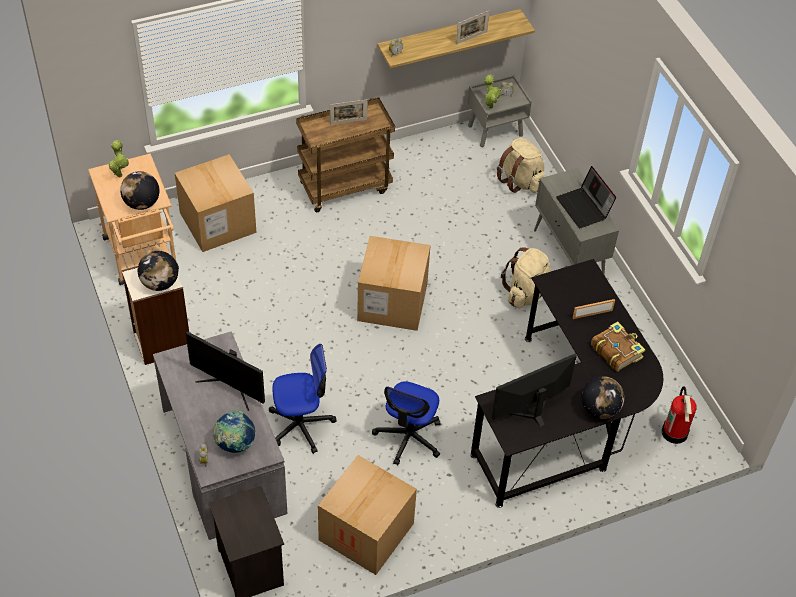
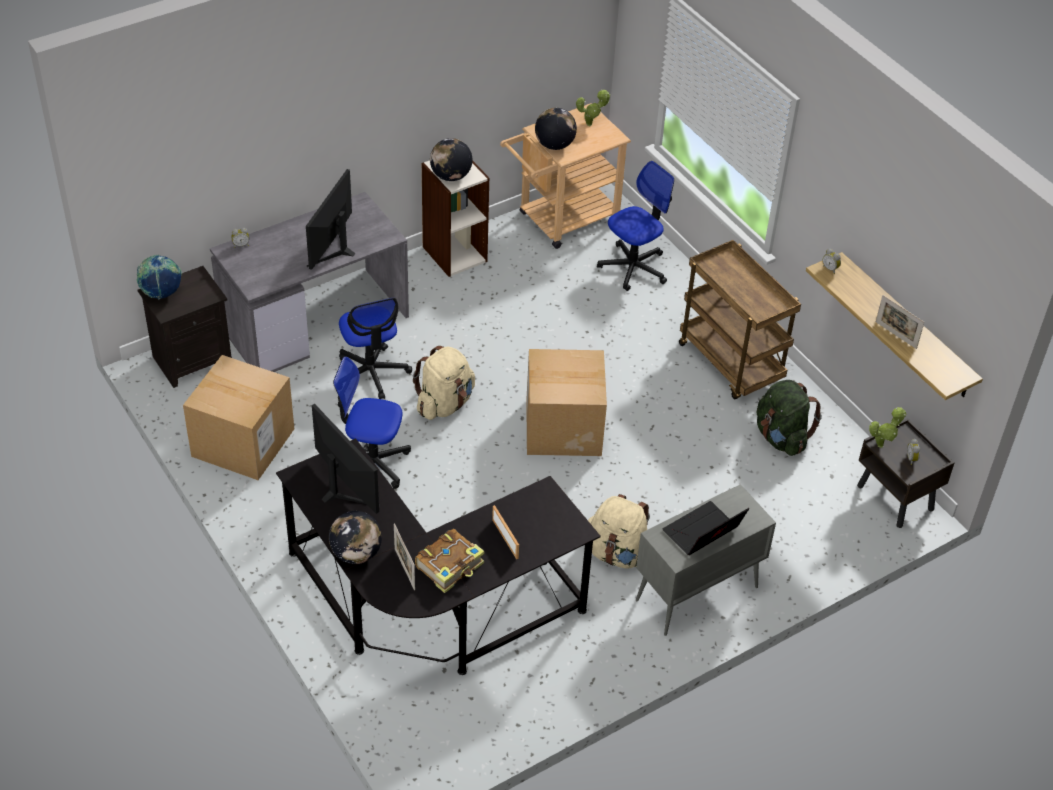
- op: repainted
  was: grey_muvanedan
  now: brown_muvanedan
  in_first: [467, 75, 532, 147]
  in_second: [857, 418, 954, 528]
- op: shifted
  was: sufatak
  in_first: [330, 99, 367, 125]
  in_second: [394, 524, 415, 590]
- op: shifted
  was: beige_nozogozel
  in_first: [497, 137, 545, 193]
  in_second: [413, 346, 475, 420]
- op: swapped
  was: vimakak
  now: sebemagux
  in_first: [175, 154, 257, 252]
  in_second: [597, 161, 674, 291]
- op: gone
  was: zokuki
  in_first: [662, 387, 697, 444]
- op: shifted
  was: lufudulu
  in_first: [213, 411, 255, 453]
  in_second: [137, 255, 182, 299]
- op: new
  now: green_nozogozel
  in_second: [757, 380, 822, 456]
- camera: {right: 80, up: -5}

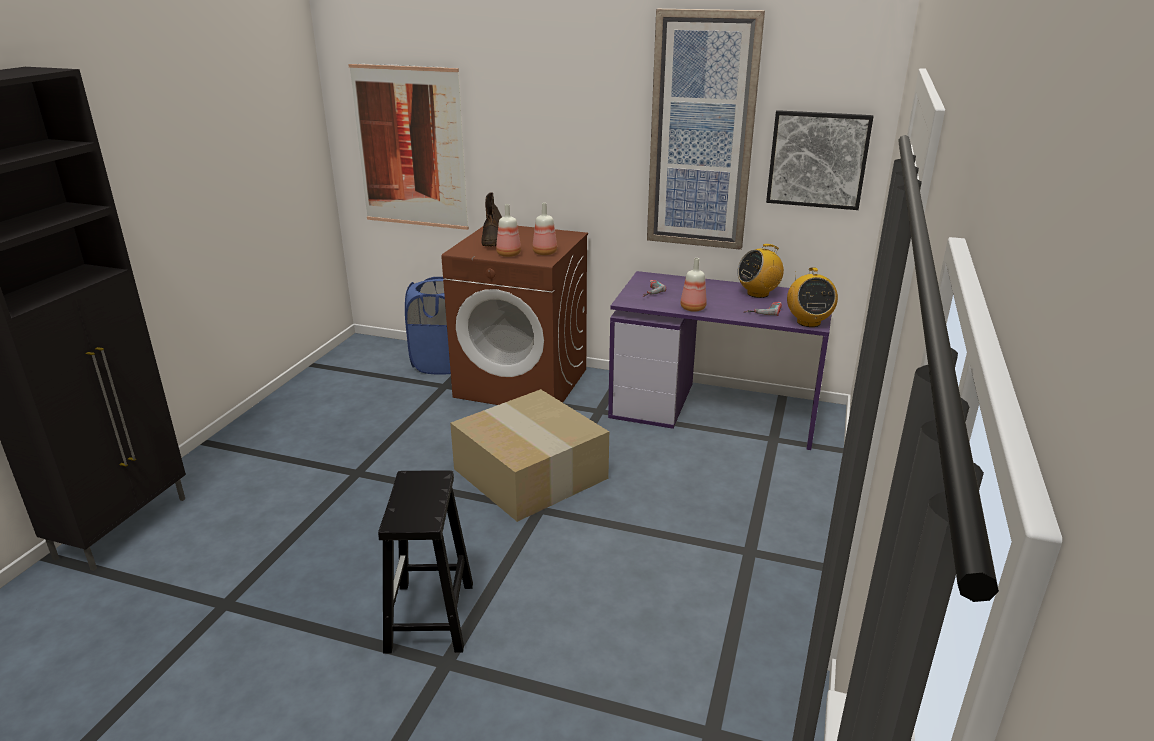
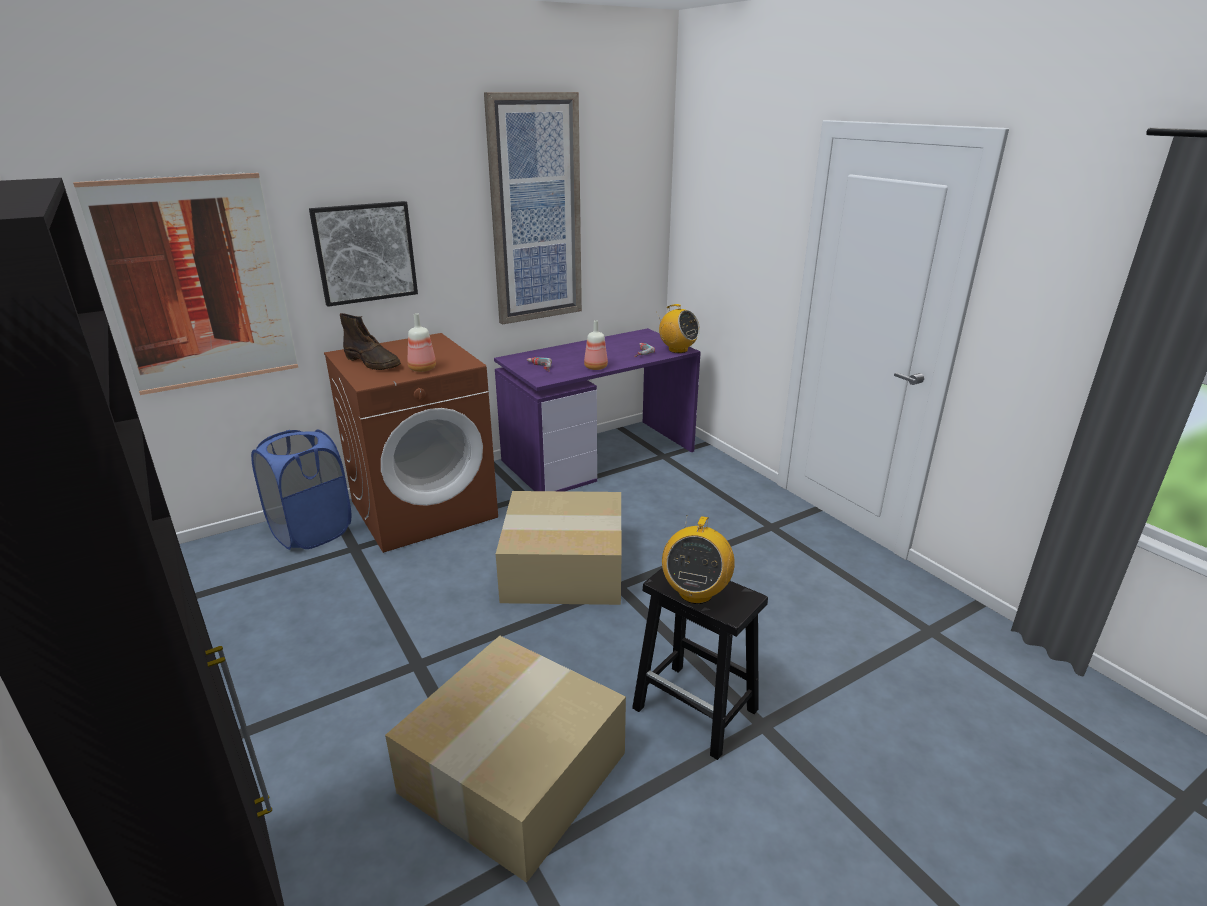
- op: shifted
  was: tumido
  in_first: [766, 110, 874, 210]
  in_second: [309, 201, 418, 307]
- op: gone
  was: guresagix
  in_first: [532, 203, 557, 255]
- op: shifted
  was: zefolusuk
  in_first: [737, 244, 784, 298]
  in_second: [662, 515, 735, 604]
- op: new
  now: vimakak
  in_second: [385, 636, 626, 883]
- camera: {right: -50, up: 0}

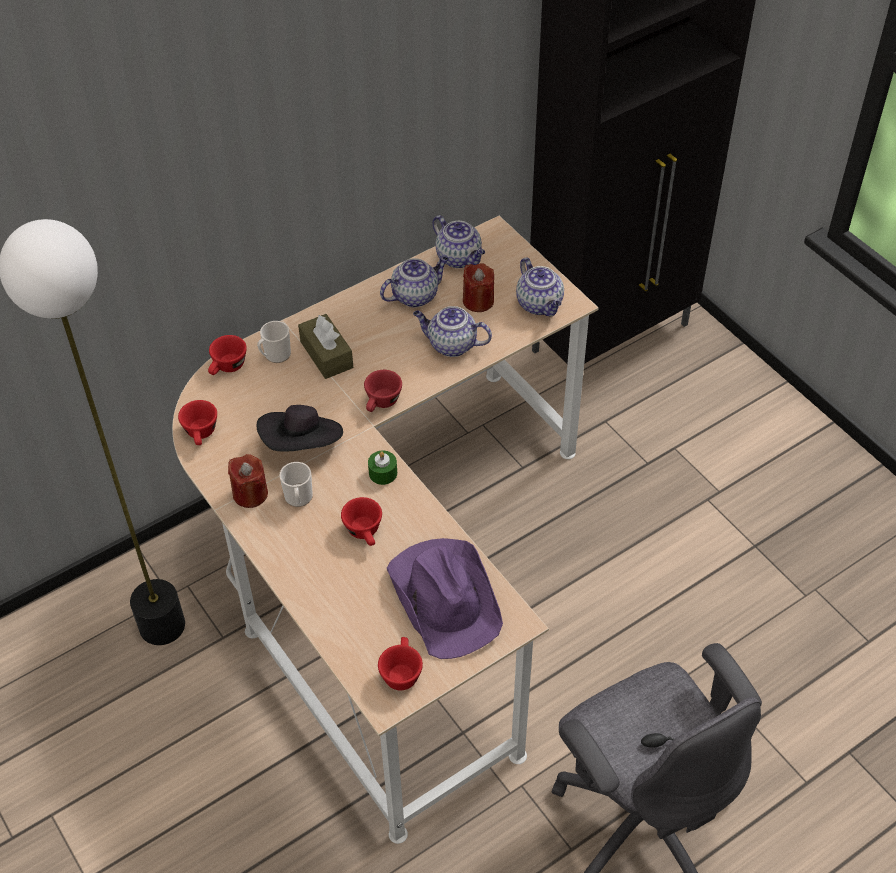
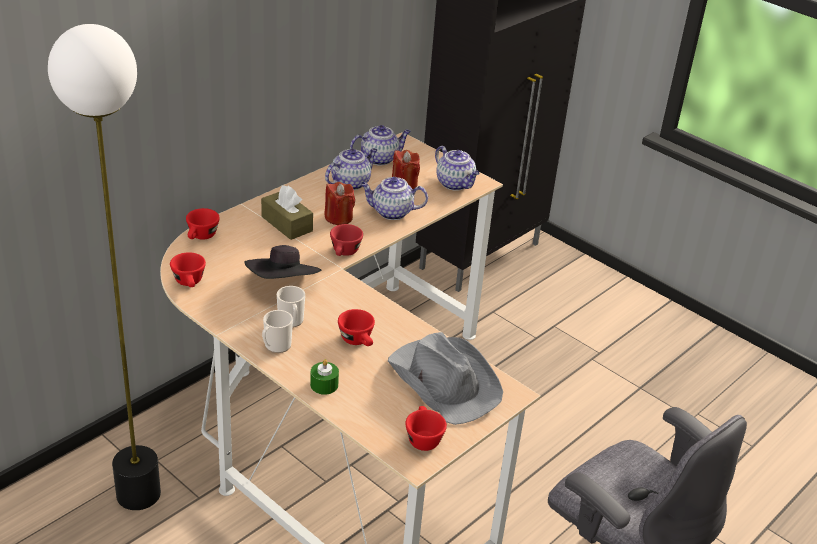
- op: rotated
  was: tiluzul
  in_first: [433, 215, 485, 268]
  in_second: [350, 125, 411, 166]
  clockwise: -60
- op: shifted
  was: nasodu
  in_first: [257, 321, 291, 363]
  in_second: [262, 310, 293, 353]
- op: shifted
  was: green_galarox
  in_first: [368, 451, 397, 485]
  in_second: [310, 359, 339, 395]
- op: shifted
  was: red_galarox
  in_first: [228, 454, 268, 508]
  in_second: [324, 182, 355, 225]
- op: repainted
  was: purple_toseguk
  now: grey_toseguk
  in_first: [387, 538, 503, 659]
  in_second: [388, 332, 503, 425]
- camera: {right: -15, up: -15}

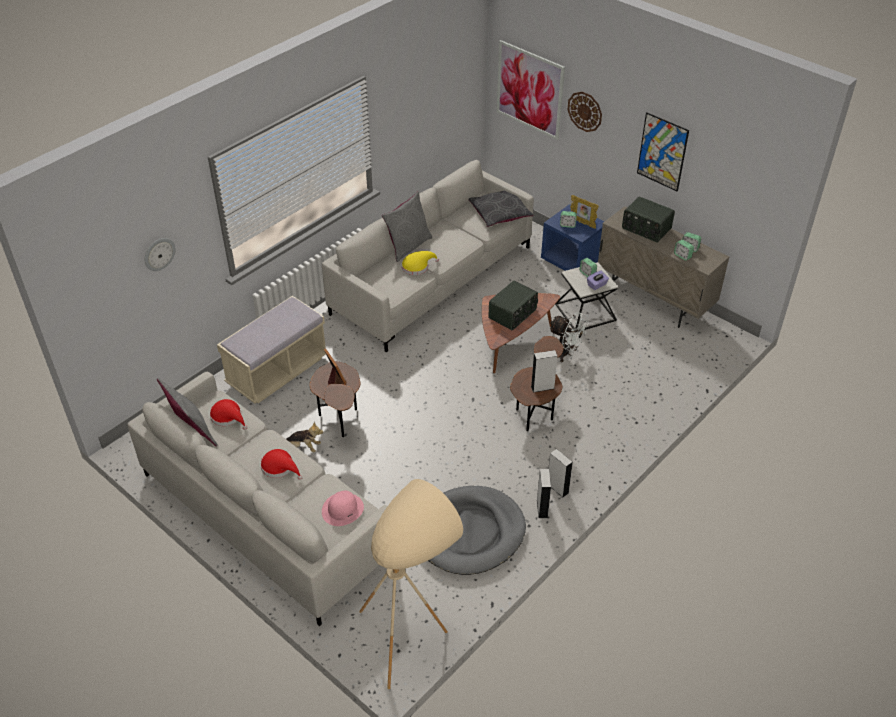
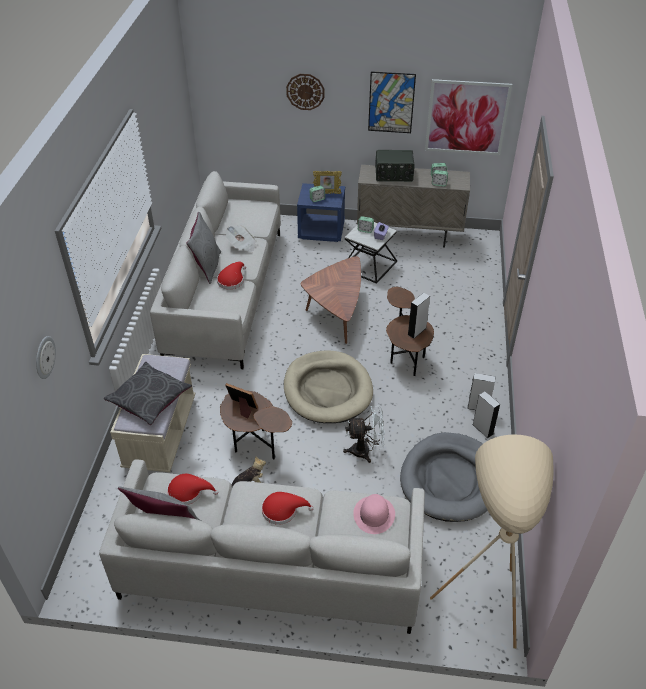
- op: shifted
  was: tumido
  in_first: [497, 40, 565, 140]
  in_second: [425, 79, 512, 155]
- op: shifted
  was: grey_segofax
  in_first: [468, 191, 534, 227]
  in_second: [104, 362, 192, 425]
- op: repainted
  was: yellow_toseguk
  now: red_toseguk
  in_first: [402, 251, 439, 275]
  in_second: [217, 262, 246, 289]
- op: gone
  was: zefolusuk
  in_first: [488, 280, 538, 330]
- op: shifted
  was: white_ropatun
  in_first: [549, 312, 589, 362]
  in_second: [343, 406, 385, 463]
- op: new
  now: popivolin
  in_second: [226, 225, 257, 253]
- op: new
  now: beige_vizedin
  in_second: [284, 350, 373, 423]
- camera: {right: -35, up: 0}

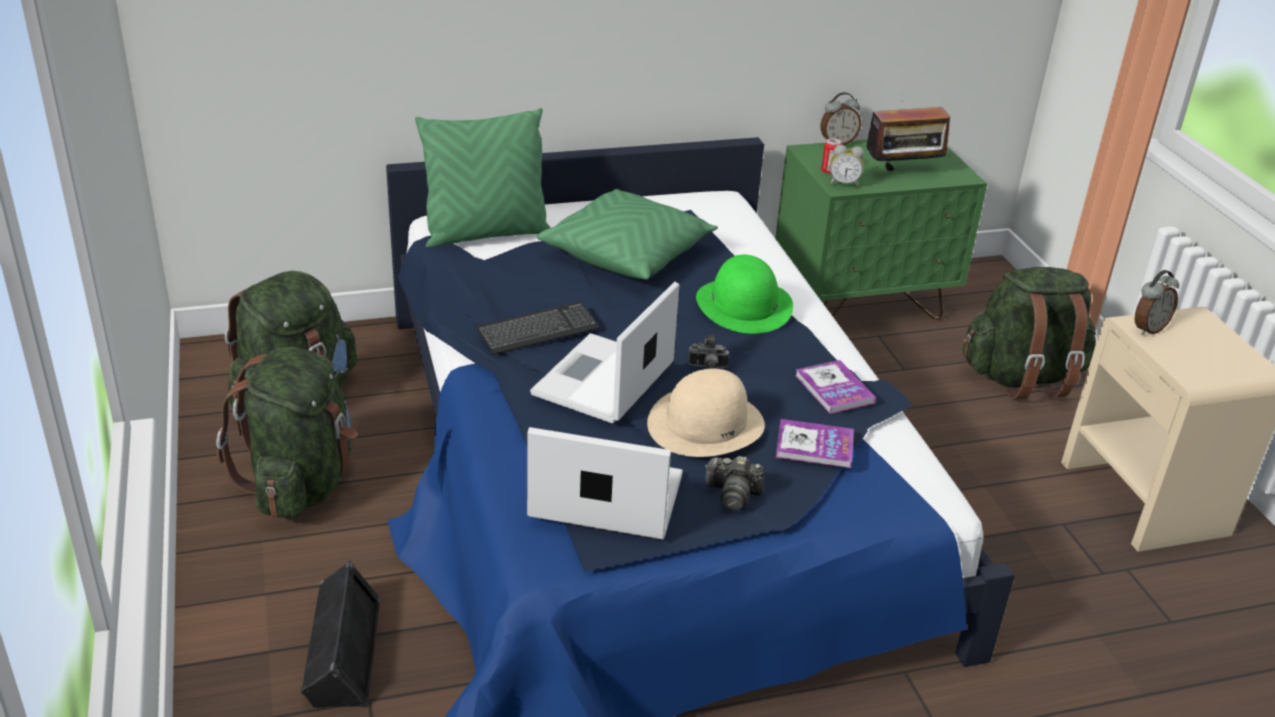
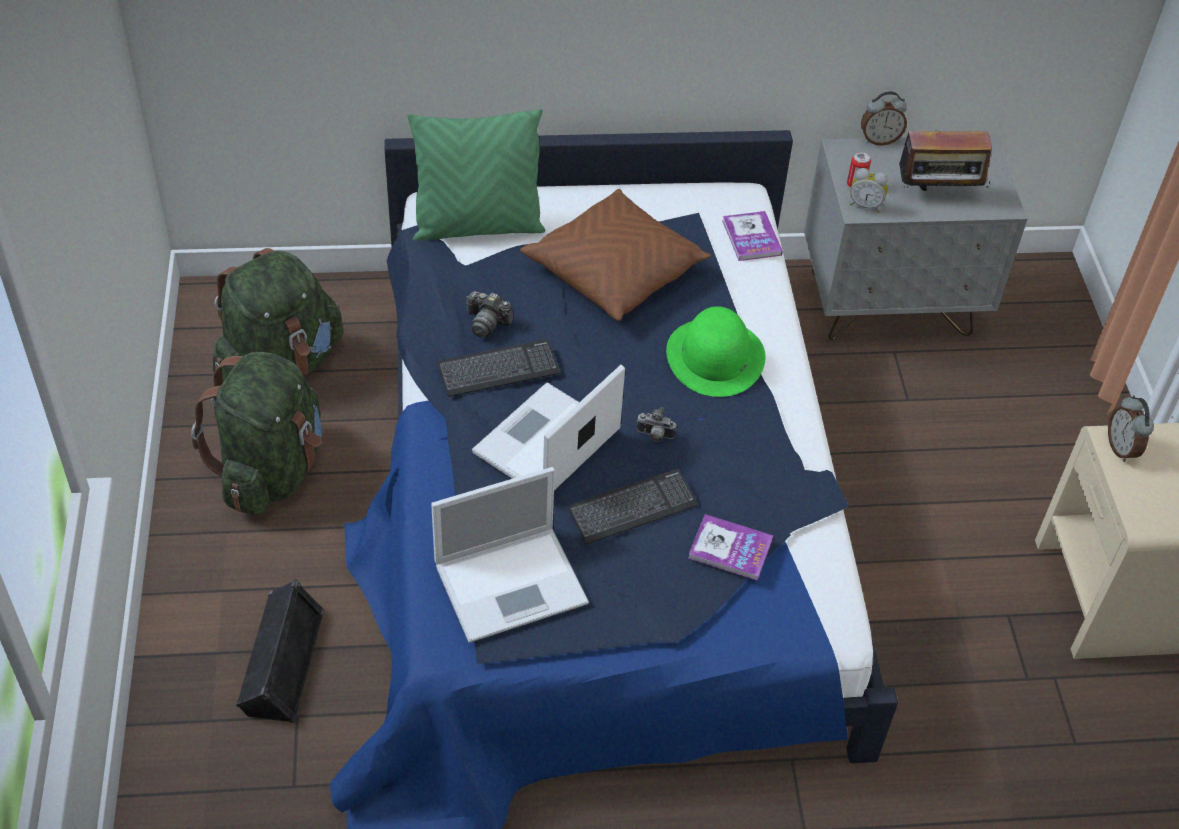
- op: repainted
  was: green_muvanedan
  now: grey_muvanedan
  in_first: [775, 140, 988, 319]
  in_second: [804, 136, 1027, 340]
- op: repainted
  was: green_segofax
  now: brown_segofax
  in_first: [536, 189, 718, 280]
  in_second: [520, 189, 711, 321]
- op: gone
  was: green_nozogozel
  in_first: [962, 267, 1096, 399]
- op: rotated
  was: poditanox
  in_first: [1135, 270, 1179, 336]
  in_second: [1108, 396, 1154, 462]
  clockwise: 105
- op: shifted
  was: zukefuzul
  in_first: [795, 360, 876, 414]
  in_second: [722, 211, 783, 261]
- op: swapped
  was: beige_toseguk
  now: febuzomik
  in_first: [647, 369, 765, 457]
  in_second: [568, 469, 698, 544]
- op: rotated
  was: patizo
  in_first: [527, 427, 683, 540]
  in_second: [431, 467, 589, 643]
  clockwise: 135
- op: shifted
  was: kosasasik
  in_first: [705, 456, 765, 511]
  in_second: [466, 291, 513, 338]
- camera: {right: 10, up: 15}

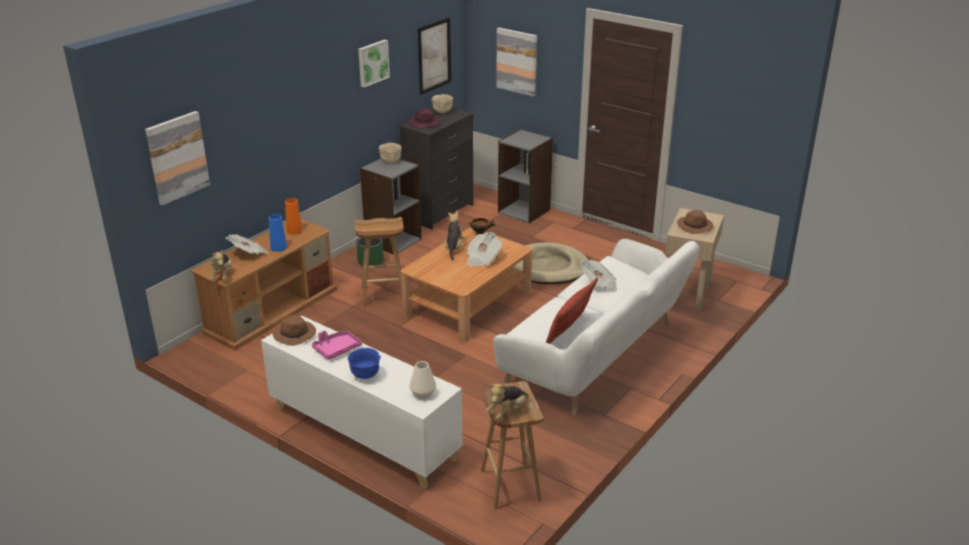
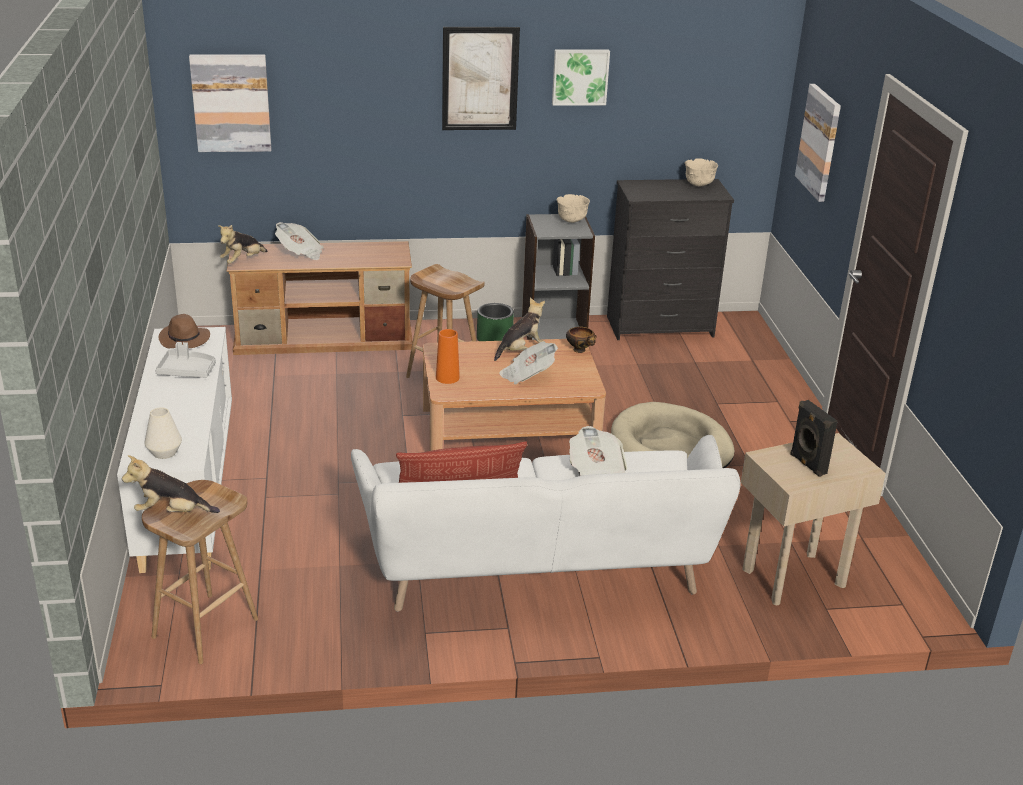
- op: shifted
  was: tumido
  in_first: [418, 17, 451, 95]
  in_second: [442, 27, 520, 130]
- op: gone
  was: purple_toseguk
  in_first: [409, 108, 440, 128]
- op: gone
  was: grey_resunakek
  in_first: [498, 129, 553, 223]
- op: shifted
  was: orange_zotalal
  in_first: [285, 198, 303, 234]
  in_second: [436, 329, 460, 384]
- op: swapped
  was: brown_toseguk
  now: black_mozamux
  in_first: [677, 210, 714, 234]
  in_second: [790, 400, 838, 477]
- op: gone
  was: blue_zotalal
  in_first: [269, 214, 287, 252]
- op: repainted
  was: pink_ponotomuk
  now: grey_ponotomuk
  in_first: [312, 330, 362, 360]
  in_second: [155, 342, 216, 378]
- op: gone
  was: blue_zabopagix
  in_first: [348, 348, 381, 379]
- camera: {right: 45, up: 0}

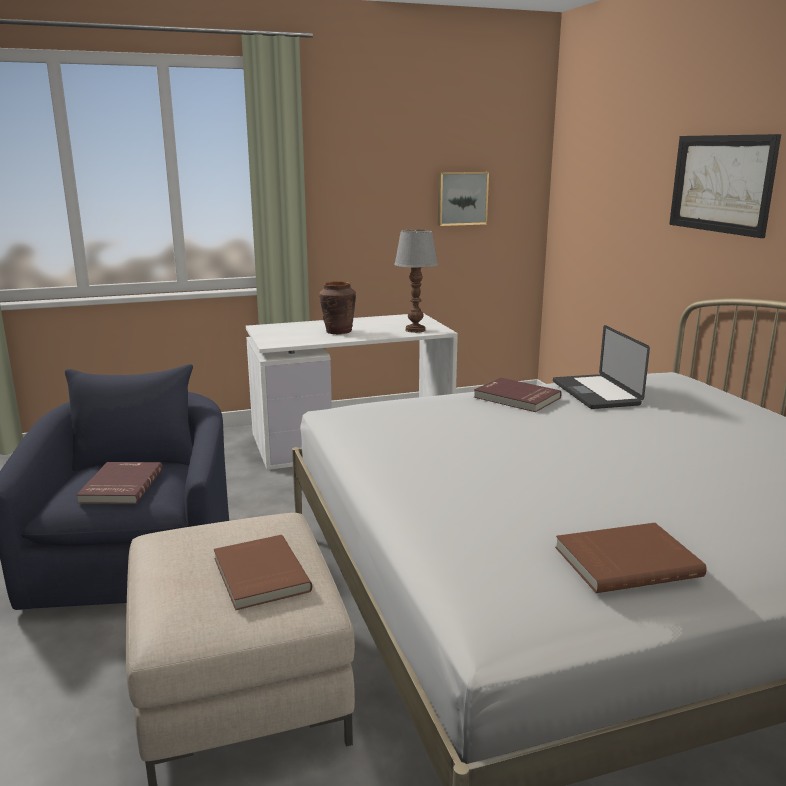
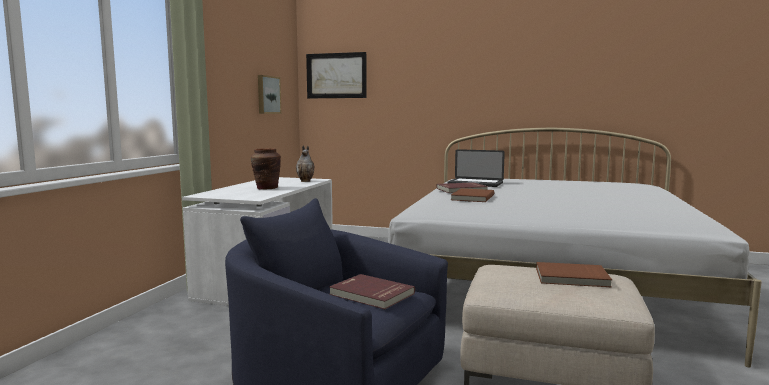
- op: shifted
  was: tumido
  in_first: [669, 134, 781, 238]
  in_second: [306, 52, 367, 98]
- op: swapped
  was: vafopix
  now: zotalal
  in_first: [394, 229, 438, 333]
  in_second: [296, 146, 314, 182]
- op: shifted
  was: brown_zukefuzul
  in_first: [555, 523, 707, 593]
  in_second: [451, 188, 495, 202]
- camera: {right: -55, up: -10}

